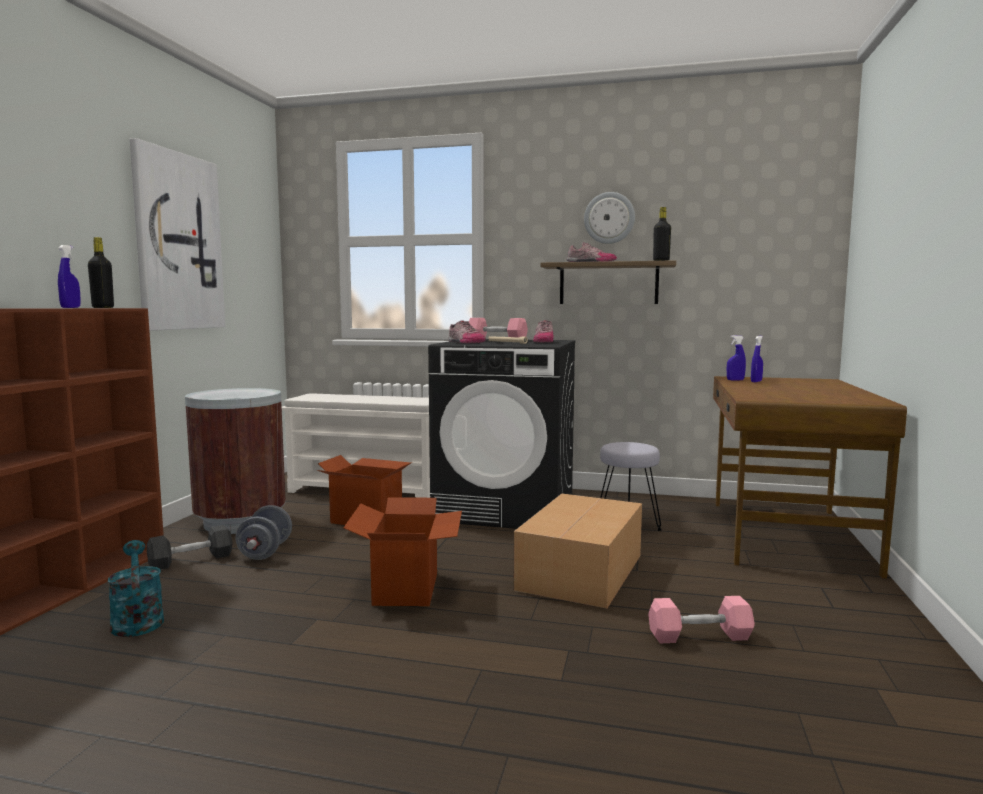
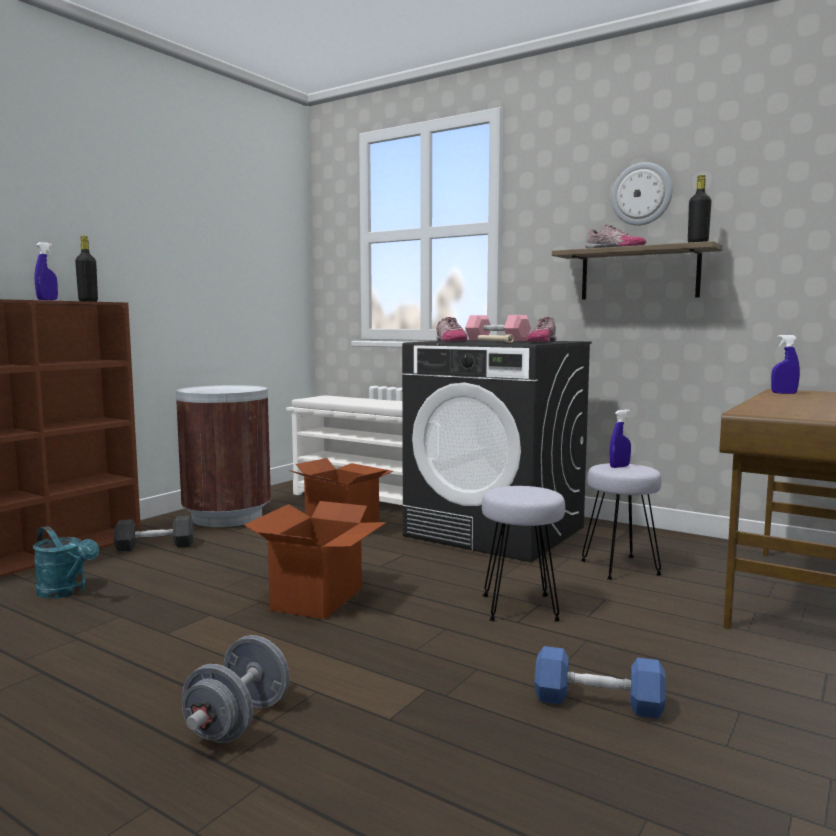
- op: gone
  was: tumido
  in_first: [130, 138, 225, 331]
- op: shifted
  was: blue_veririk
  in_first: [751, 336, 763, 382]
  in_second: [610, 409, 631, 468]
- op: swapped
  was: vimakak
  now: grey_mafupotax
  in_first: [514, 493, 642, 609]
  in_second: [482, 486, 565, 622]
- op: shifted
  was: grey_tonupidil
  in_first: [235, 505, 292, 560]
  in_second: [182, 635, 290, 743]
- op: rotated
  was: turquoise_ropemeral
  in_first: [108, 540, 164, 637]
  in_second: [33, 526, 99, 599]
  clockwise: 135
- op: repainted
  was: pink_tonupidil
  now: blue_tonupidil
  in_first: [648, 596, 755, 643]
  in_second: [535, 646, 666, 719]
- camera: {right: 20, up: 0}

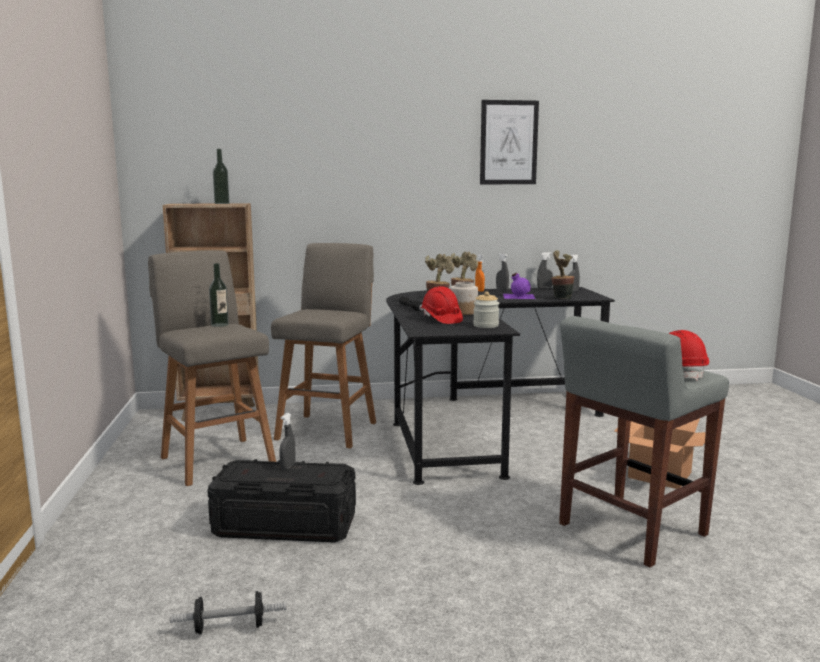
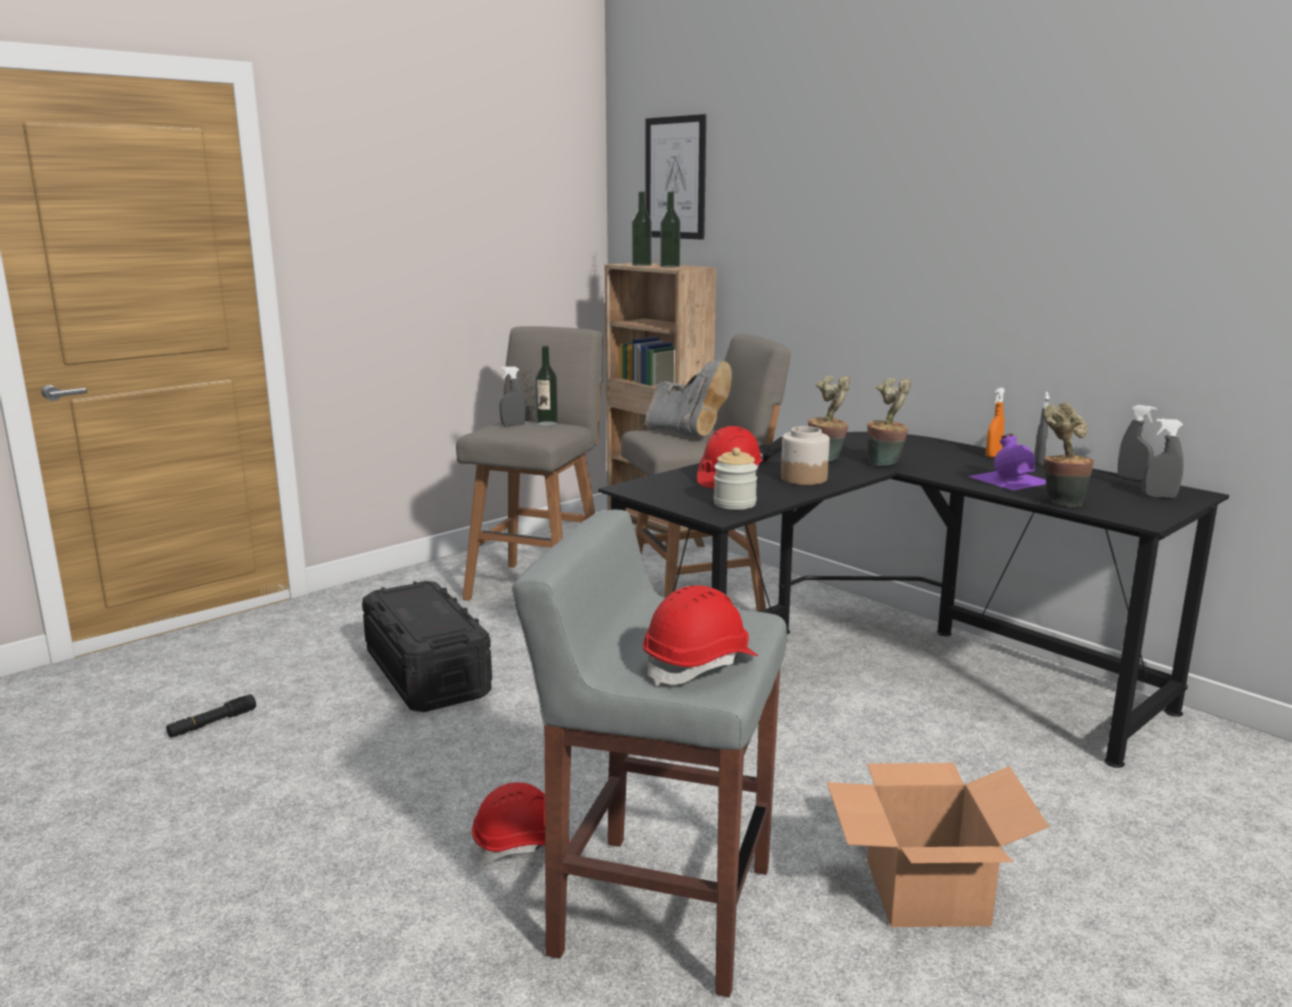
- op: shifted
  was: tumido
  in_first: [480, 100, 539, 184]
  in_second: [646, 114, 706, 240]
- op: shifted
  was: grey_veririk
  in_first: [279, 413, 296, 470]
  in_second: [499, 366, 526, 426]
- op: swapped
  was: tonupidil
  now: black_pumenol
  in_first: [170, 591, 286, 634]
  in_second: [166, 694, 256, 737]
- op: new
  now: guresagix
  in_second: [632, 192, 652, 266]
- op: new
  now: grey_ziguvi
  in_second: [645, 360, 732, 436]
- op: new
  now: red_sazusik
  in_second: [472, 782, 569, 861]
- camera: {right: 55, up: 5}

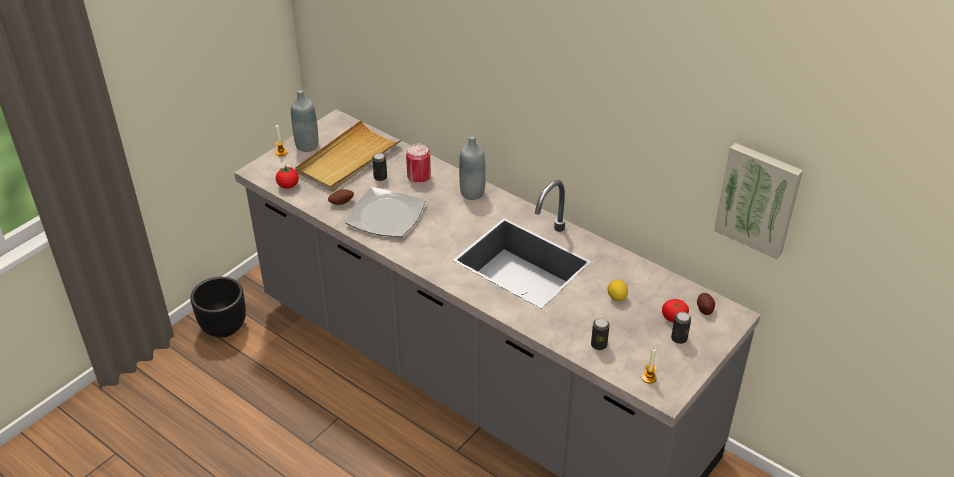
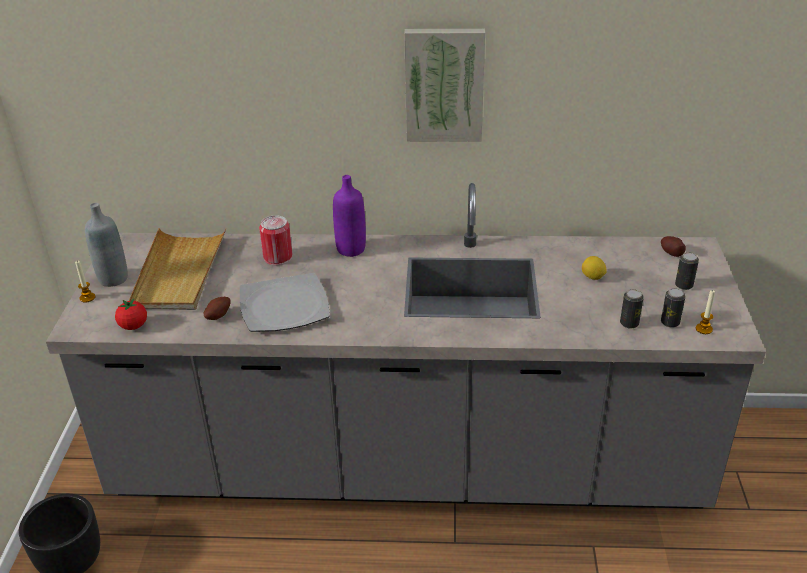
- op: repainted
  was: grey_guresagix
  now: purple_guresagix
  in_first: [459, 135, 485, 200]
  in_second: [333, 175, 366, 257]
- op: shifted
  was: tumido
  in_first: [714, 143, 803, 259]
  in_second: [404, 29, 485, 142]
- op: shifted
  was: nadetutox
  in_first: [372, 153, 387, 181]
  in_second: [661, 288, 686, 328]
- op: gone
  was: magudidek
  in_first: [662, 299, 689, 322]
- camera: {right: -35, up: -5}

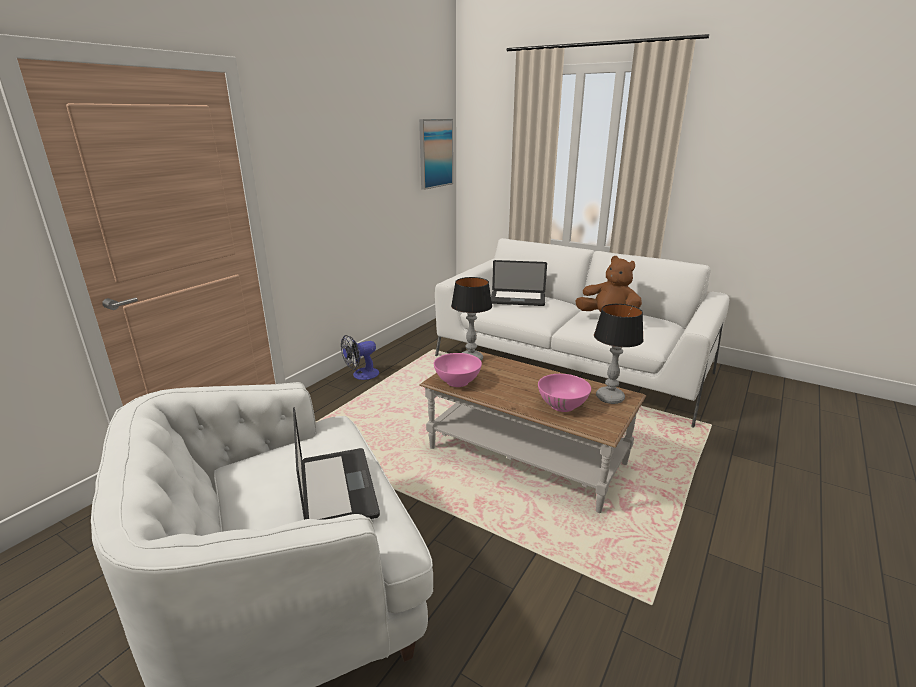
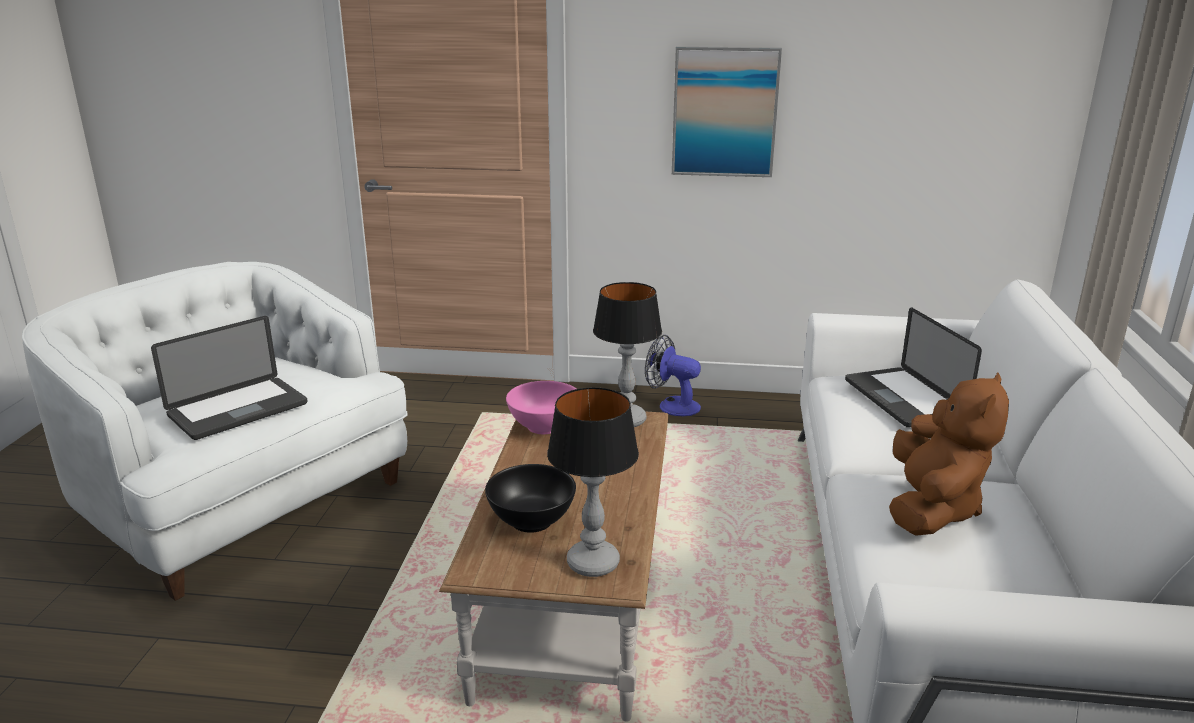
- op: shifted
  was: tumido
  in_first: [419, 119, 453, 190]
  in_second: [672, 46, 782, 177]
- op: repainted
  was: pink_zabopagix
  now: black_zabopagix
  in_first: [538, 374, 591, 412]
  in_second: [485, 464, 576, 533]
- camera: {right: 65, up: 0}

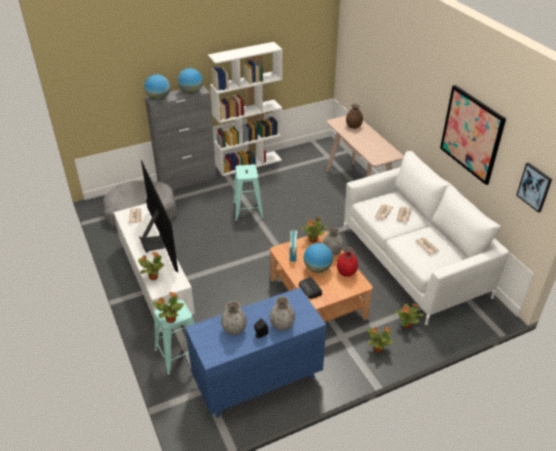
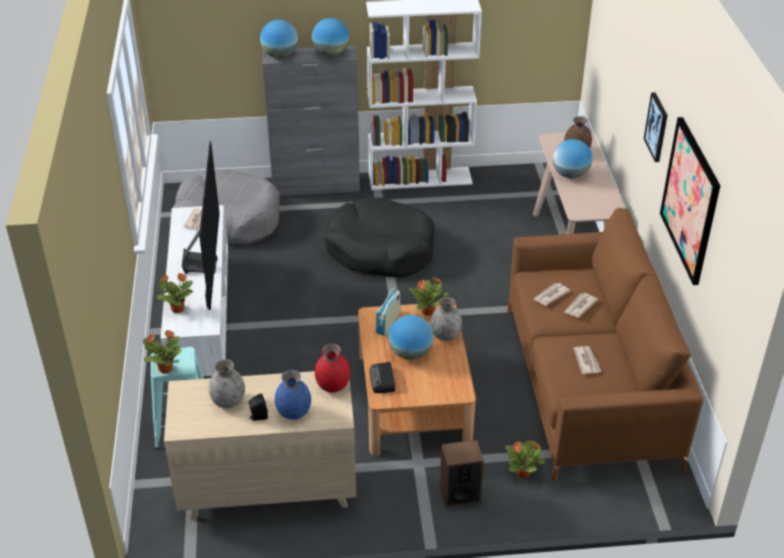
- op: repainted
  was: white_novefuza
  now: brown_novefuza
  in_first: [343, 151, 509, 325]
  in_second: [507, 208, 703, 482]
- op: shifted
  was: tumido
  in_first: [516, 162, 552, 213]
  in_second: [644, 92, 668, 162]
- op: swapped
  was: turquoise_mafupotax
  now: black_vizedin
  in_first: [233, 164, 264, 222]
  in_second: [324, 197, 435, 278]
- op: shifted
  was: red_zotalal
  in_first: [337, 247, 358, 277]
  in_second: [315, 344, 350, 393]
- op: repainted
  was: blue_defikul
  now: beige_defikul
  in_first: [185, 287, 326, 418]
  in_second: [164, 371, 356, 519]
- op: repainted
  was: grey_zotalal
  now: blue_zotalal
  in_first: [270, 296, 295, 331]
  in_second: [275, 370, 311, 420]
- op: swapped
  was: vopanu
  now: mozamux
  in_first: [367, 326, 393, 352]
  in_second: [440, 440, 484, 508]
- op: new
  now: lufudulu
  in_second: [553, 139, 592, 178]
- camera: {right: 20, up: 0}

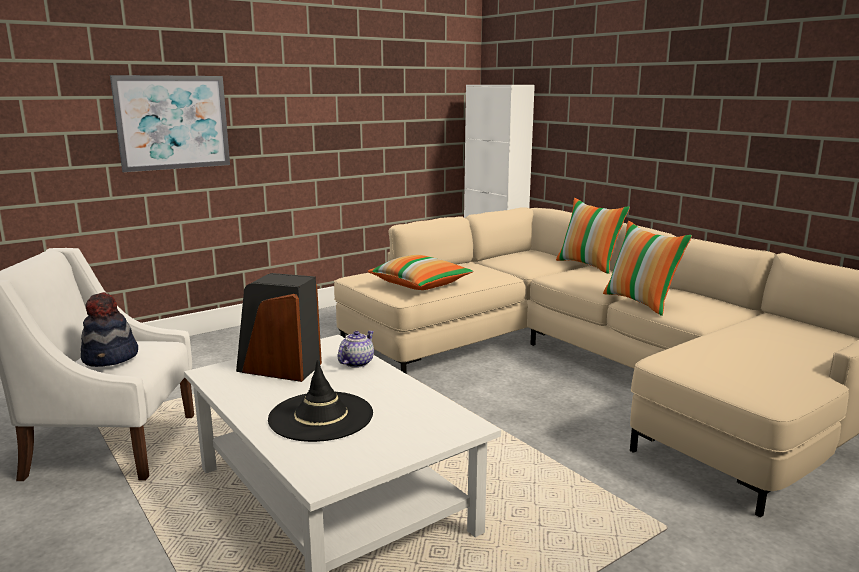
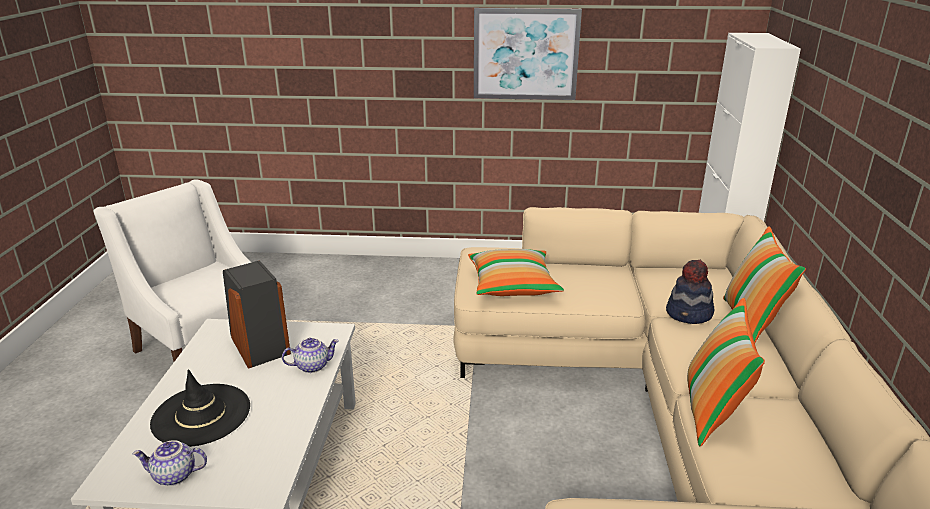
- op: shifted
  was: tumido
  in_first: [110, 75, 230, 172]
  in_second: [474, 8, 582, 100]
- op: shifted
  was: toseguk
  in_first: [81, 292, 138, 367]
  in_second: [666, 260, 714, 324]
- op: new
  now: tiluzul
  in_second: [132, 440, 207, 486]
- camera: {right: 40, up: 10}

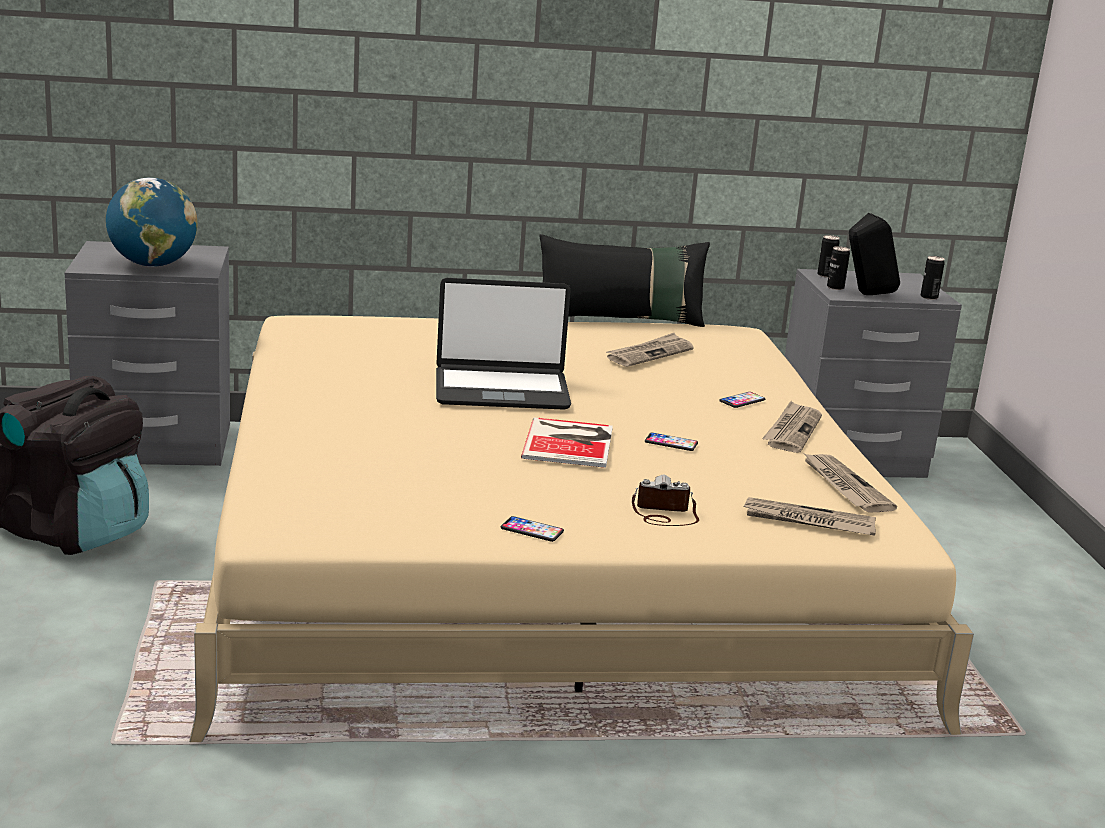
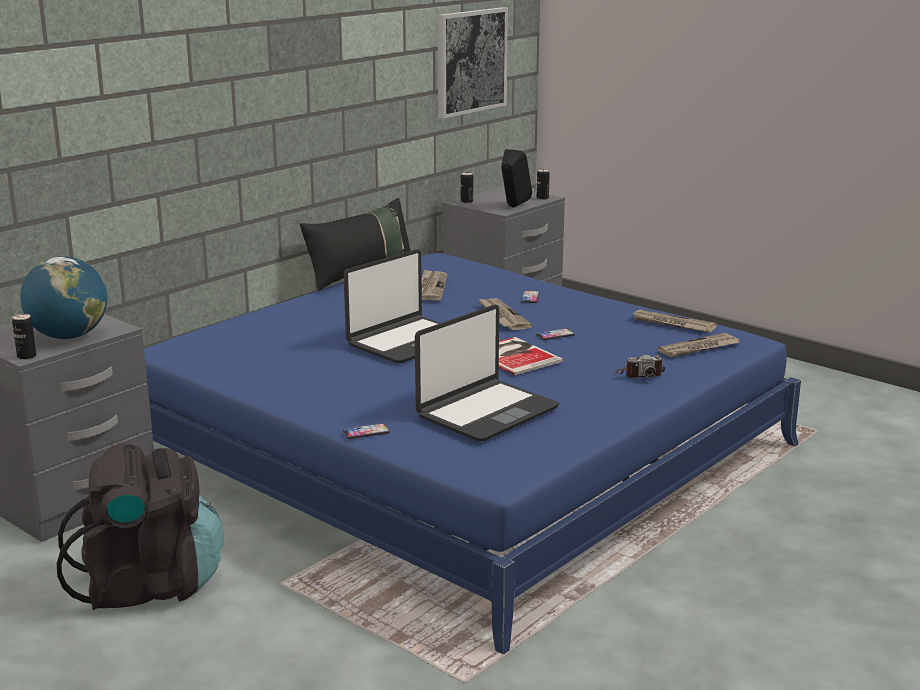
- op: shifted
  was: nadetutox
  in_first: [827, 246, 850, 290]
  in_second: [12, 314, 37, 360]
- op: repainted
  was: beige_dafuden
  now: blue_dafuden
  in_first: [189, 315, 974, 742]
  in_second: [144, 253, 801, 654]
- op: shifted
  was: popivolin
  in_first: [762, 401, 822, 453]
  in_second: [478, 298, 533, 330]
- op: rotated
  was: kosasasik
  in_first: [632, 474, 699, 526]
  in_second: [615, 355, 665, 378]
  clockwise: -150
- op: shifted
  was: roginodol
  in_first: [501, 516, 564, 542]
  in_second: [343, 423, 390, 439]
- op: new
  now: tumido
  in_second: [438, 7, 508, 118]
- op: new
  now: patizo
  in_second: [415, 305, 559, 442]
- camera: {right: -40, up: 0}

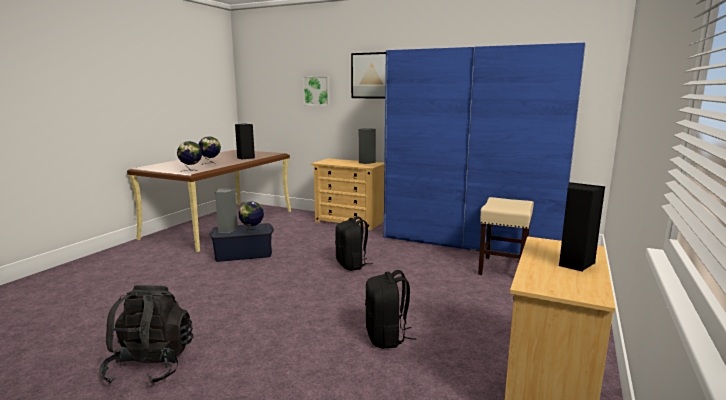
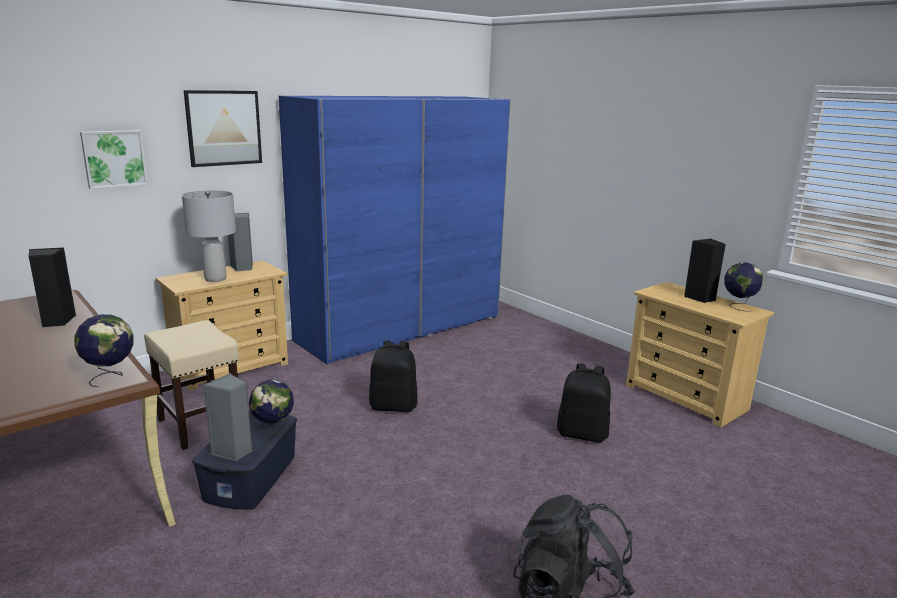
- op: shifted
  was: lufudulu
  in_first: [198, 136, 221, 164]
  in_second: [724, 262, 763, 312]
- op: shifted
  was: beige_mafupotax
  in_first: [478, 197, 534, 275]
  in_second: [144, 320, 239, 450]
- op: new
  now: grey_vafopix
  in_second: [182, 190, 236, 282]
- camera: {right: -65, up: 5}

